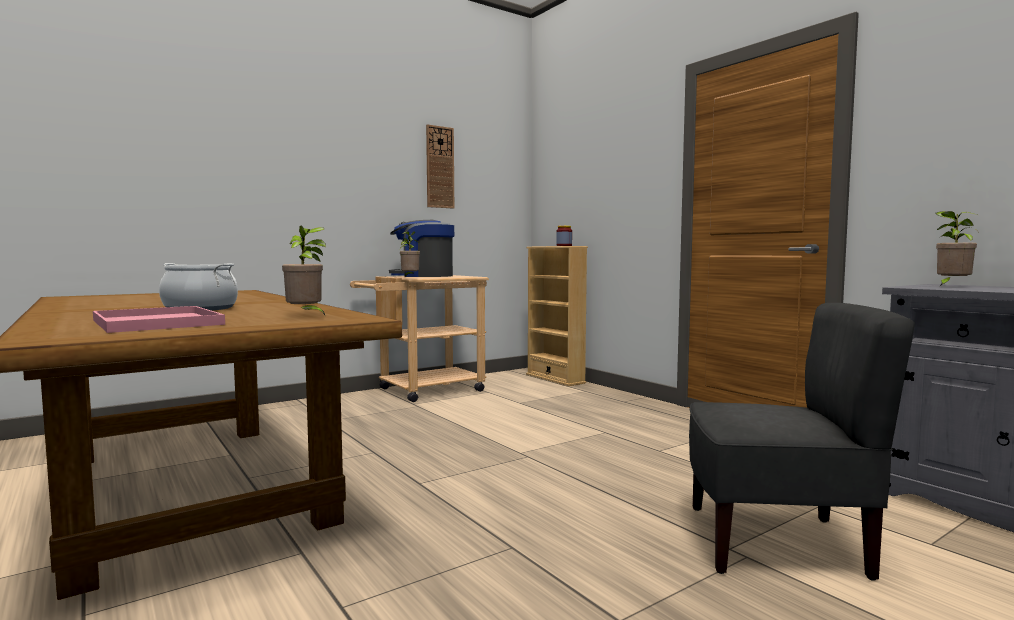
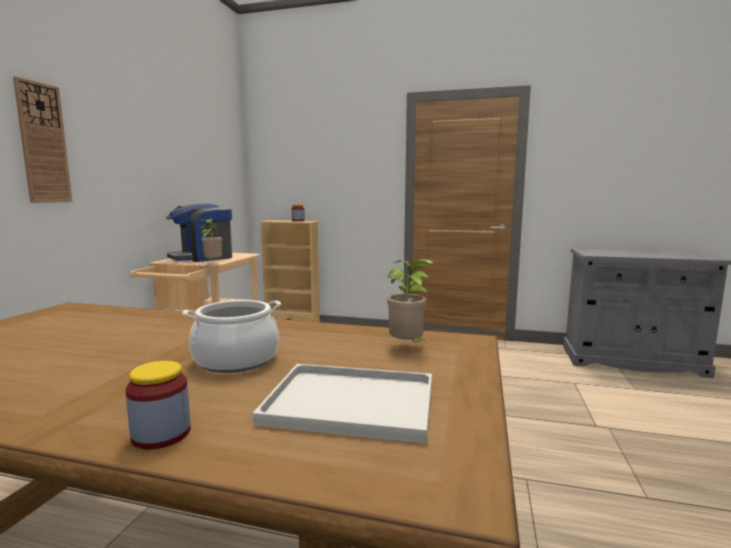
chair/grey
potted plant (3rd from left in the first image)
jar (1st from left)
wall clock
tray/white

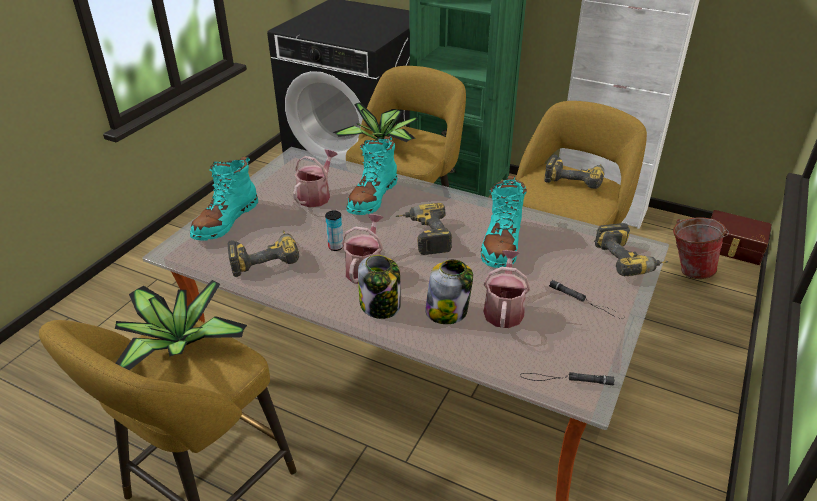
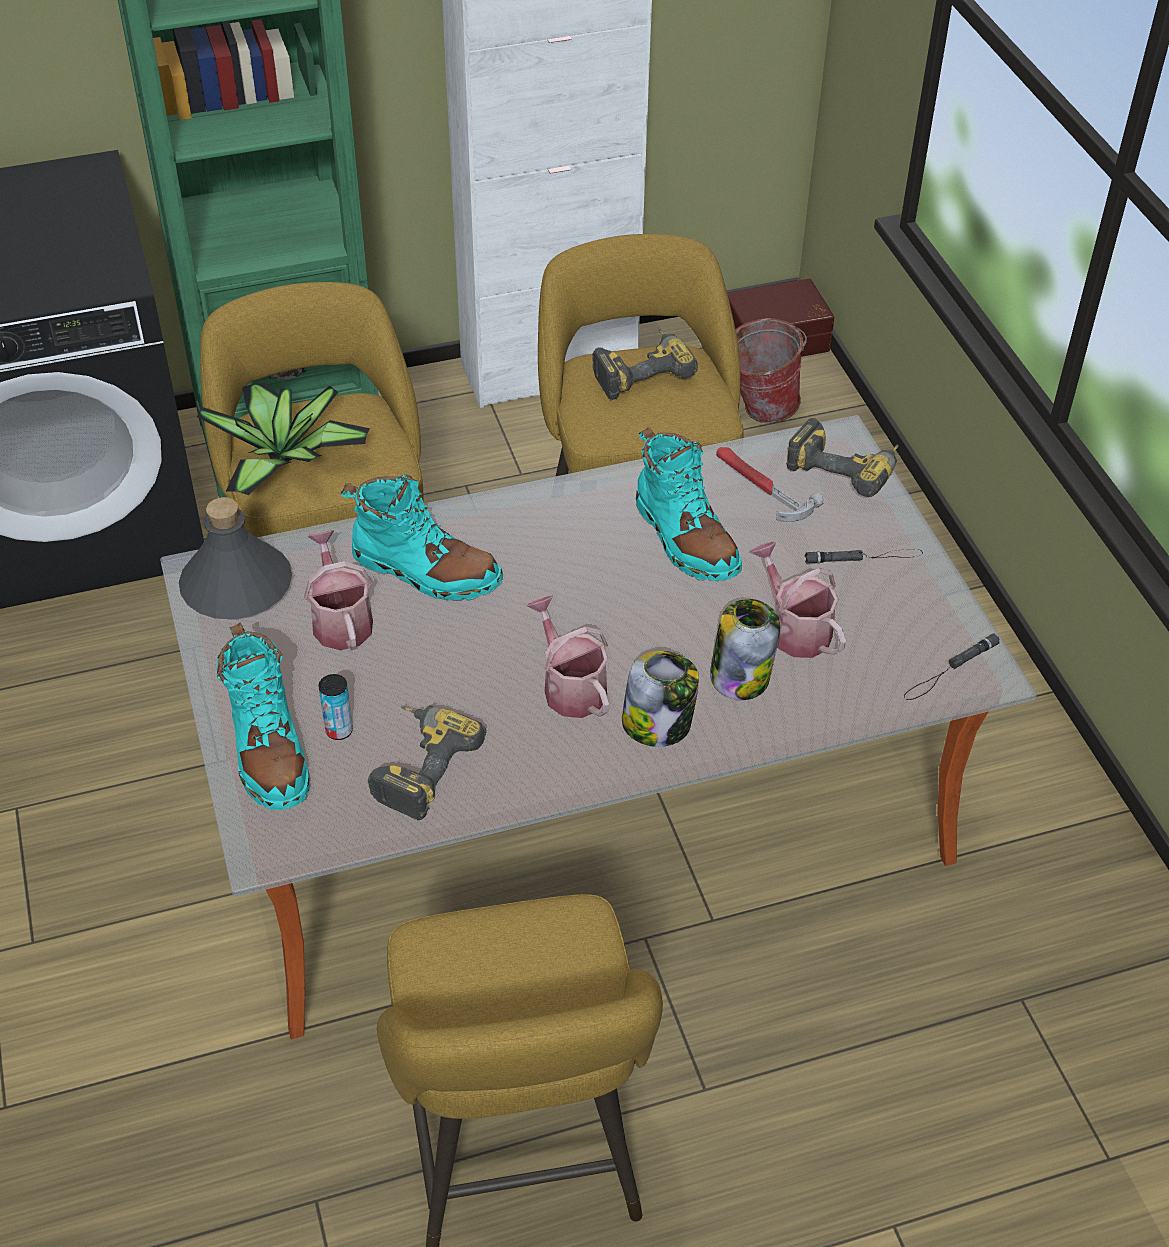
potted plant (1st from left in the first image)
power drill (2nd from left in the first image)
bottle/grey
hammer
can
boot/turquoise (2nd from left)

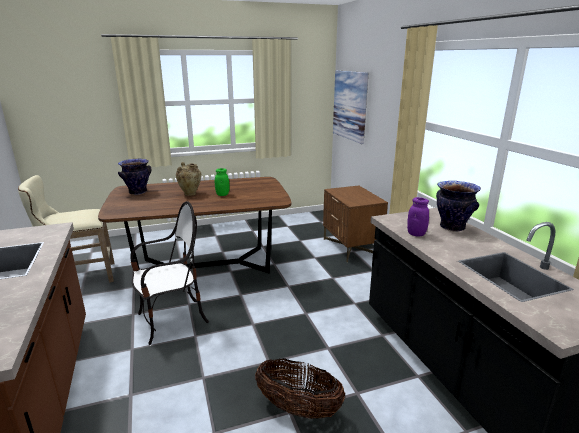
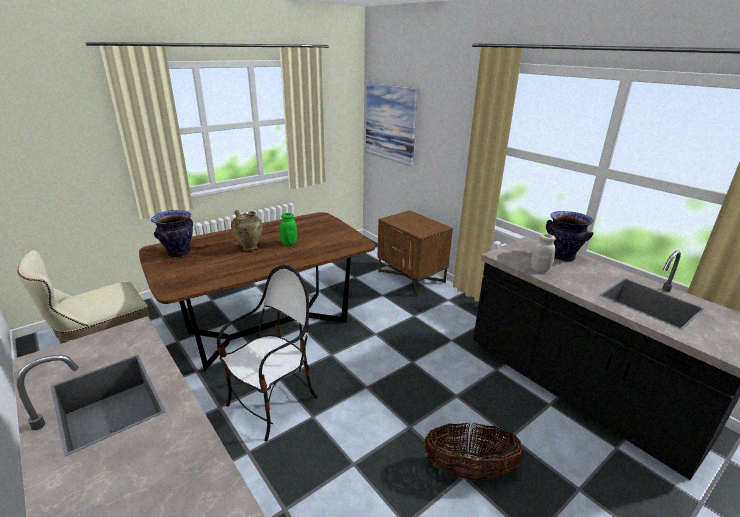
jar/white

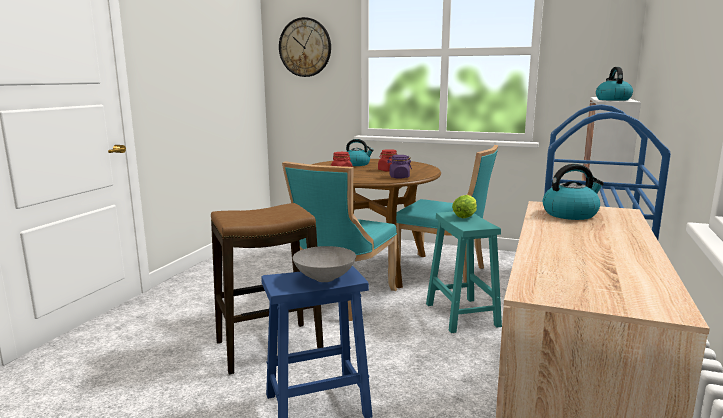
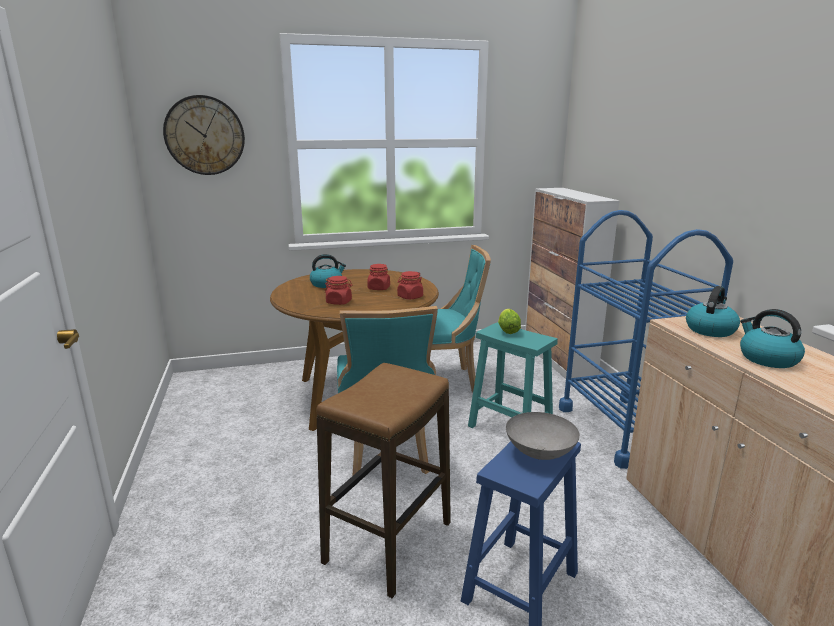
kettle (3rd from left)
jar/red (3rd from left)

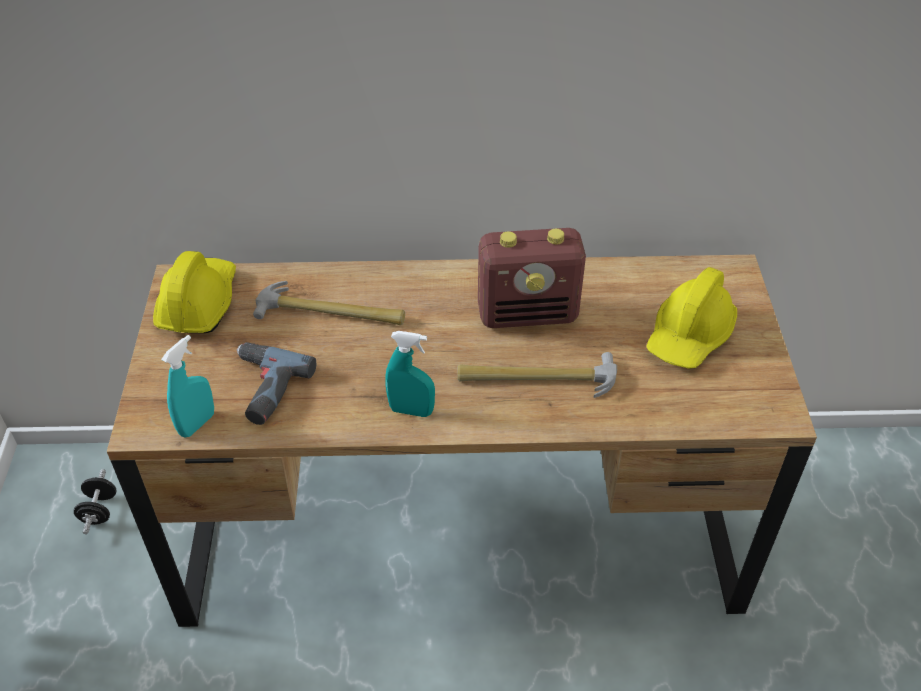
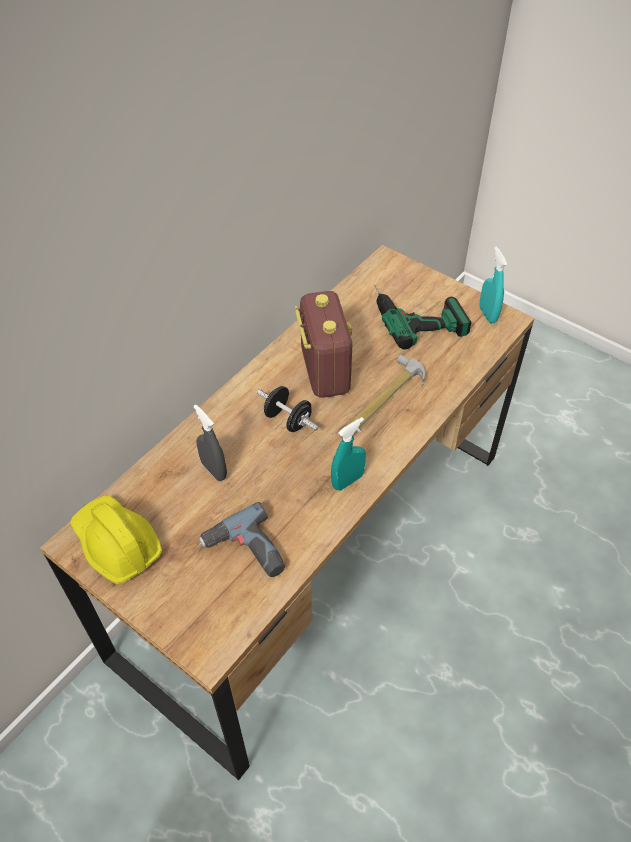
dumbbell/black
spray bottle/turquoise (2nd from left)
spray bottle/grey
power drill (2nd from left)
radio

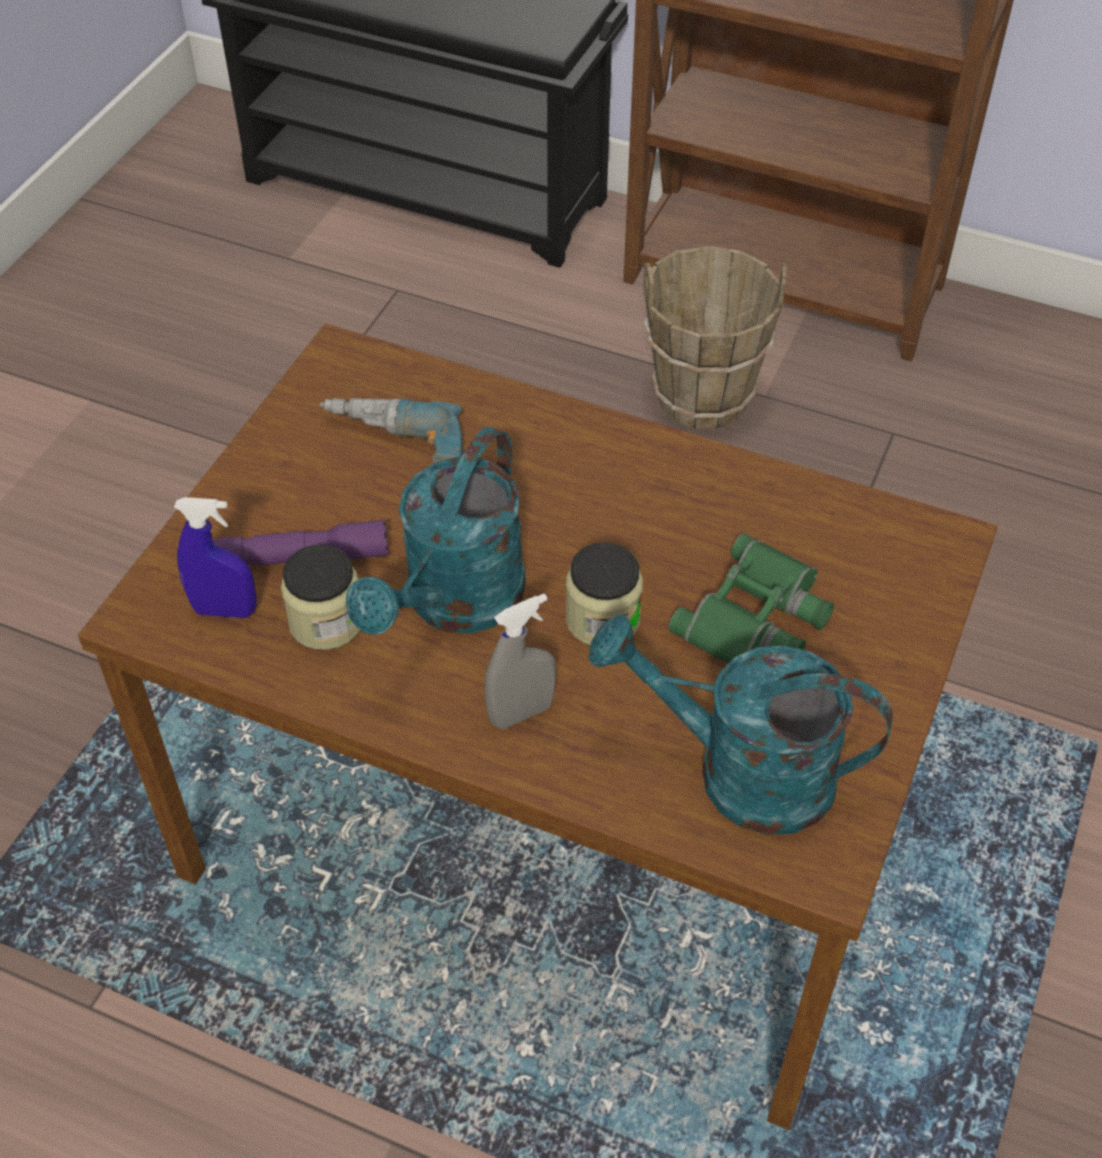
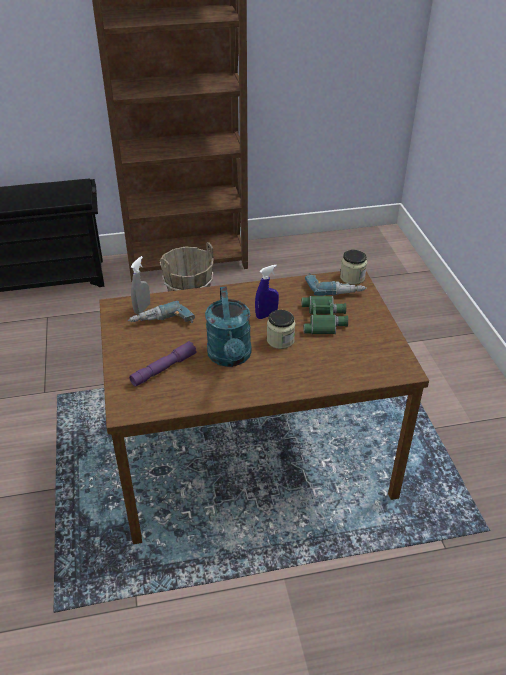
watering can/turquoise (2nd from left in the first image)
power drill (2nd from left)
spray bottle/blue
jar (2nd from left)
spray bottle/grey

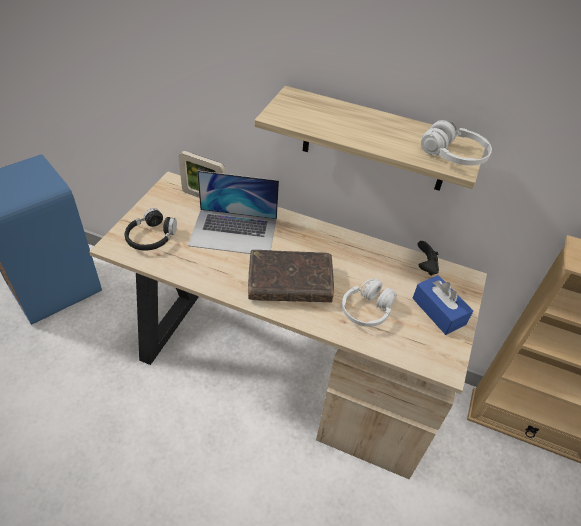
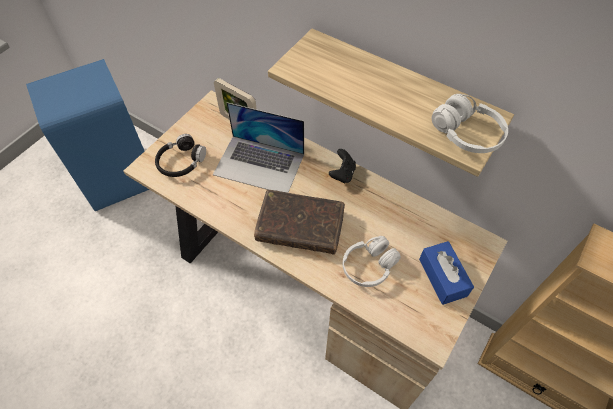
game controller/black

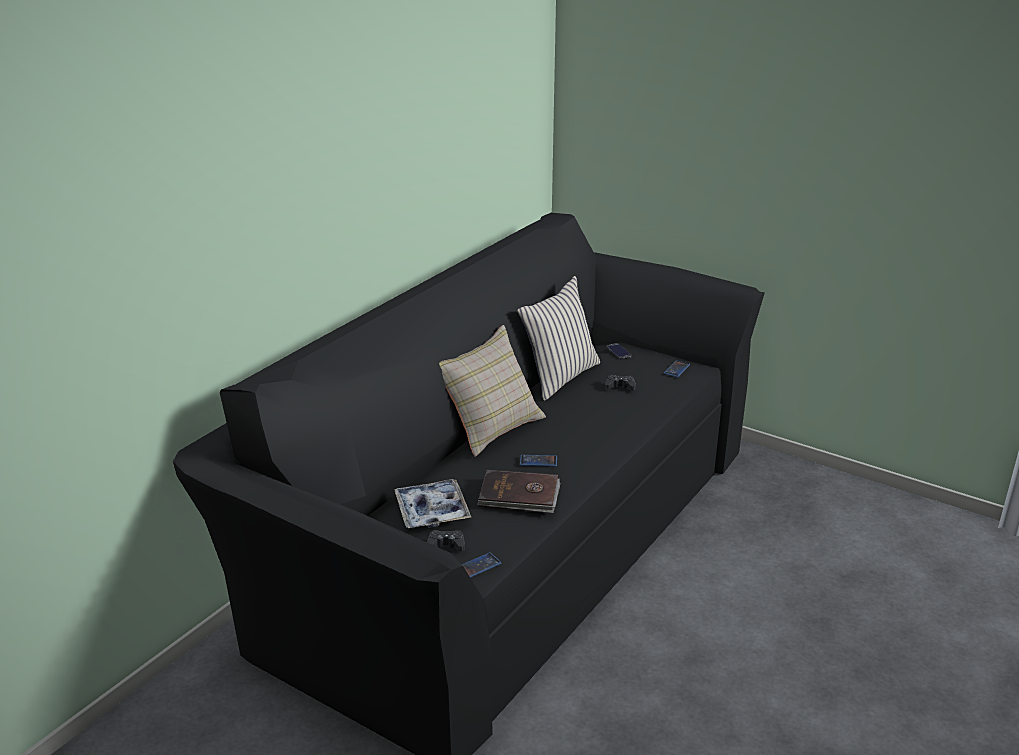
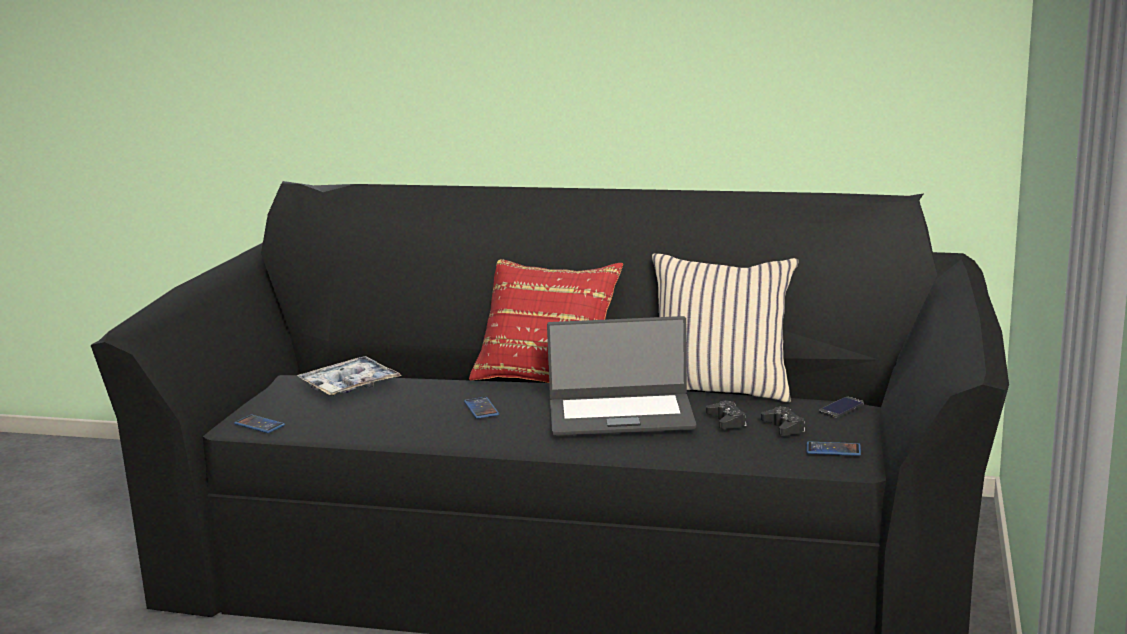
book/brown
laptop
game controller/black (2nd from left)
pillow/red

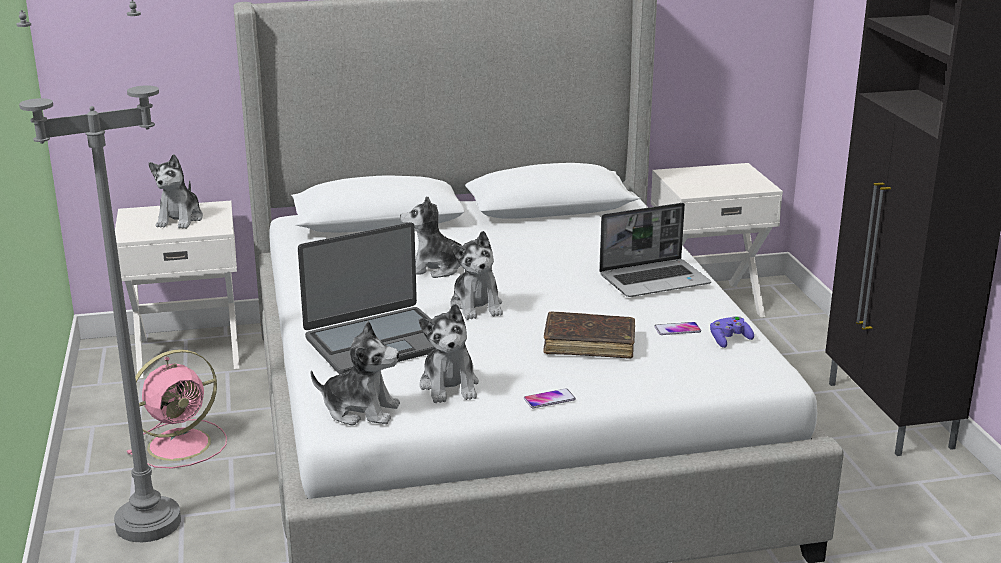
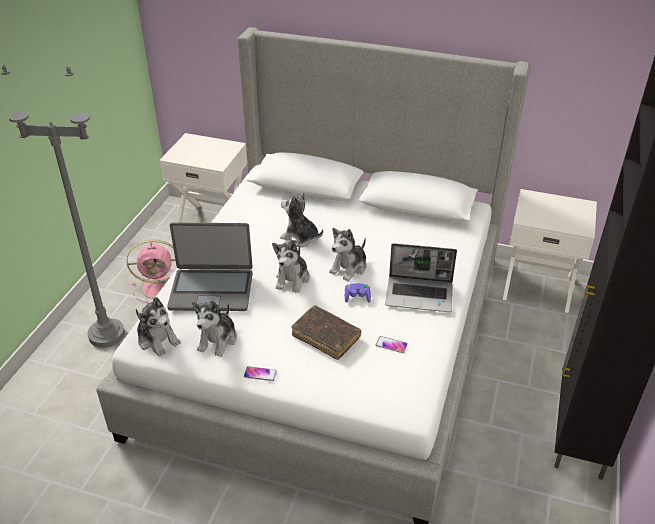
plush toy (5th from left)
game controller/purple

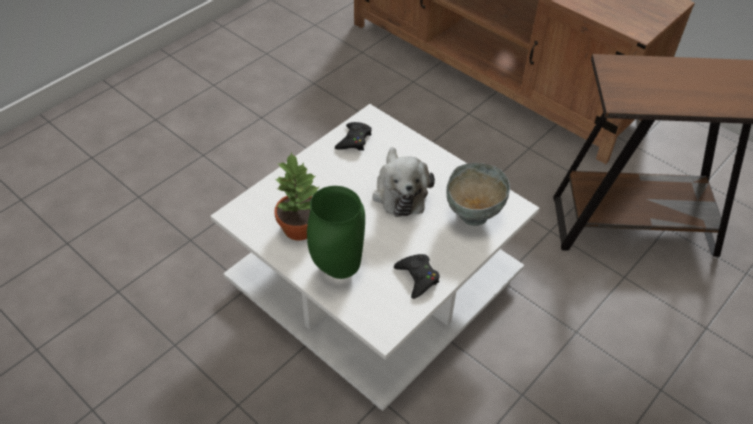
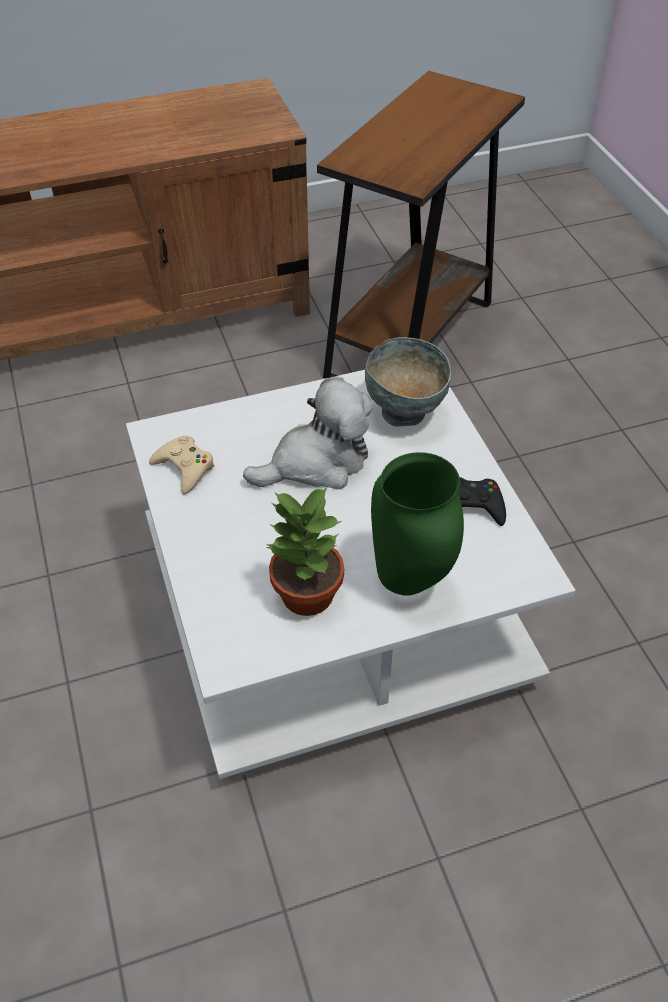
game controller/beige
plush toy

